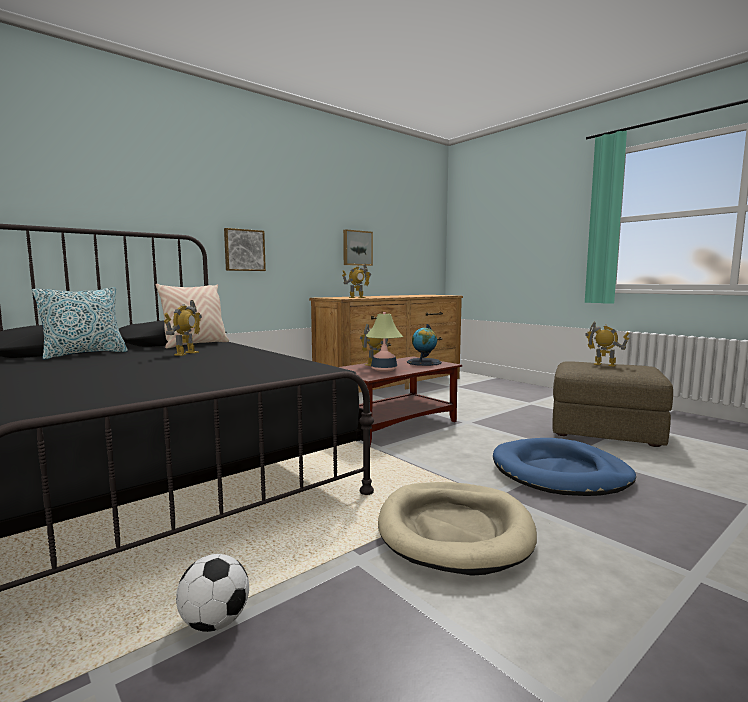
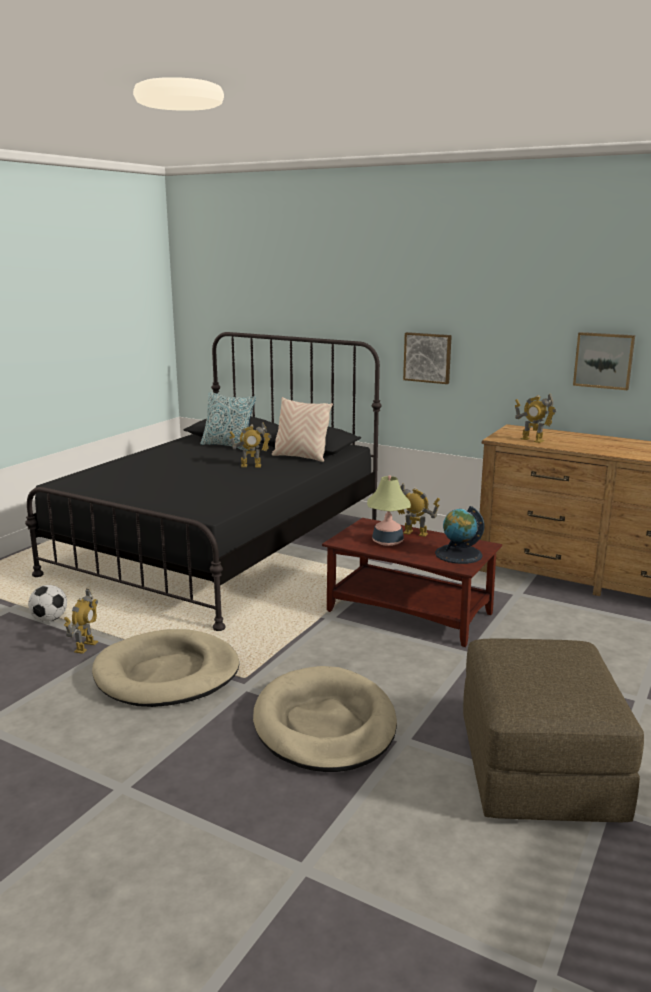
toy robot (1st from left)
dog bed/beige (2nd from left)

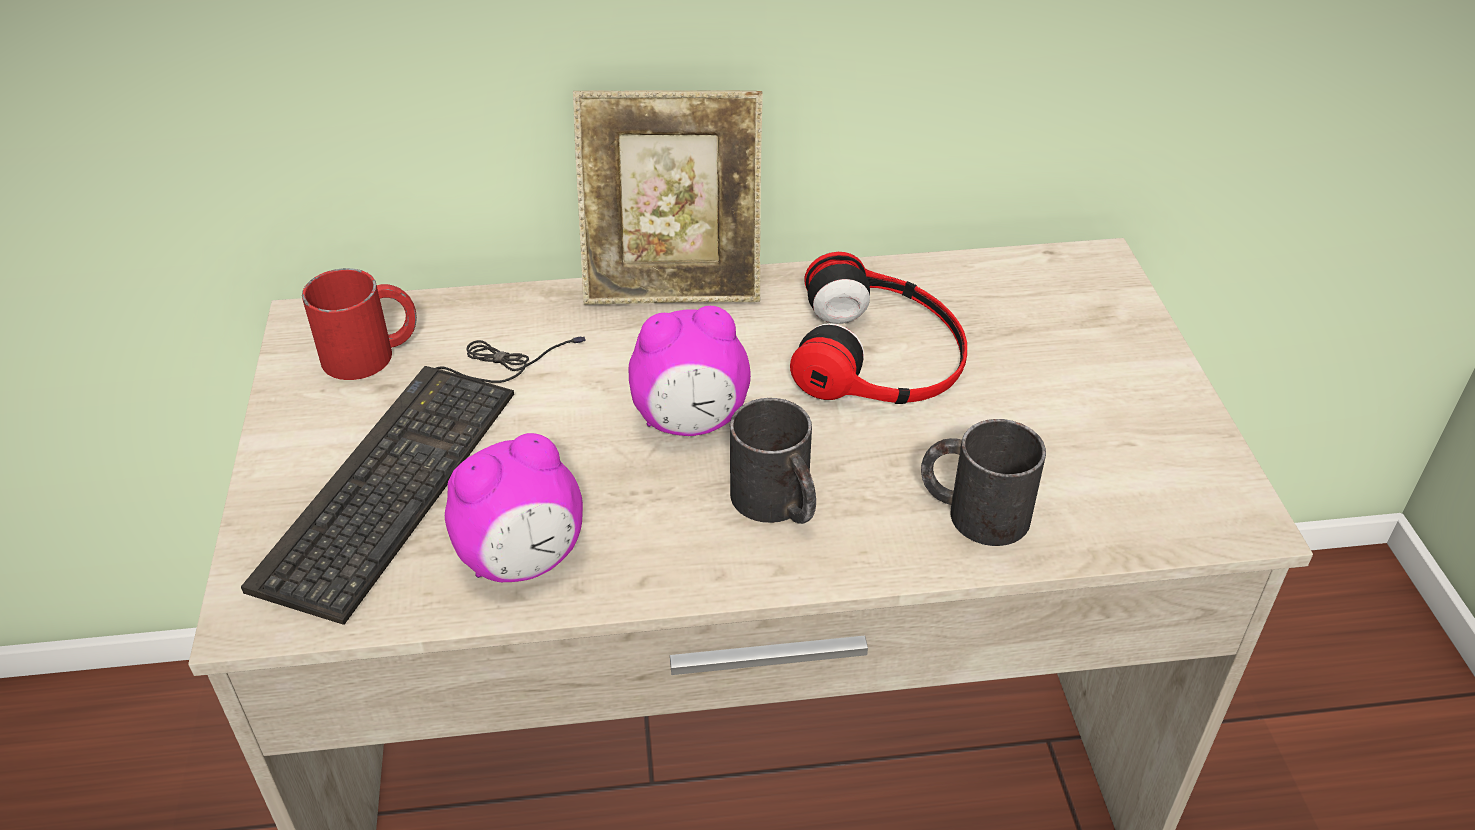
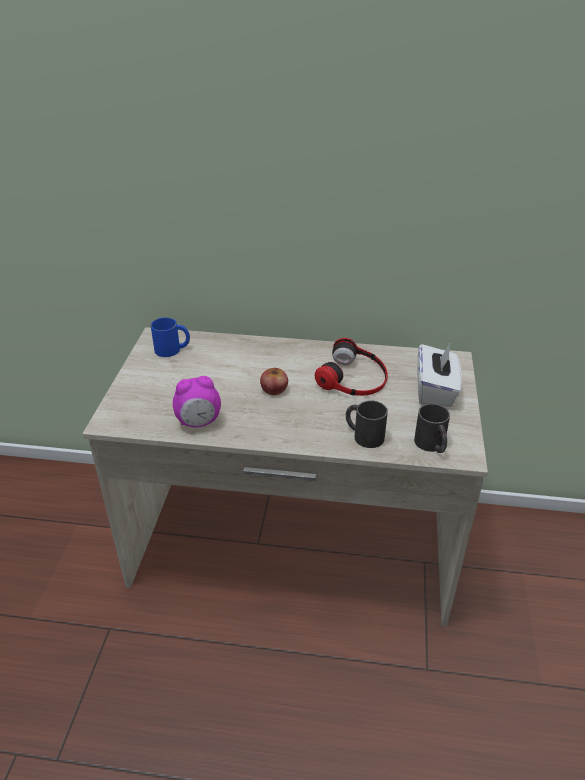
keyboard
picture frame
tissue box/white
mug/black (2nd from left)
apple
mug/blue

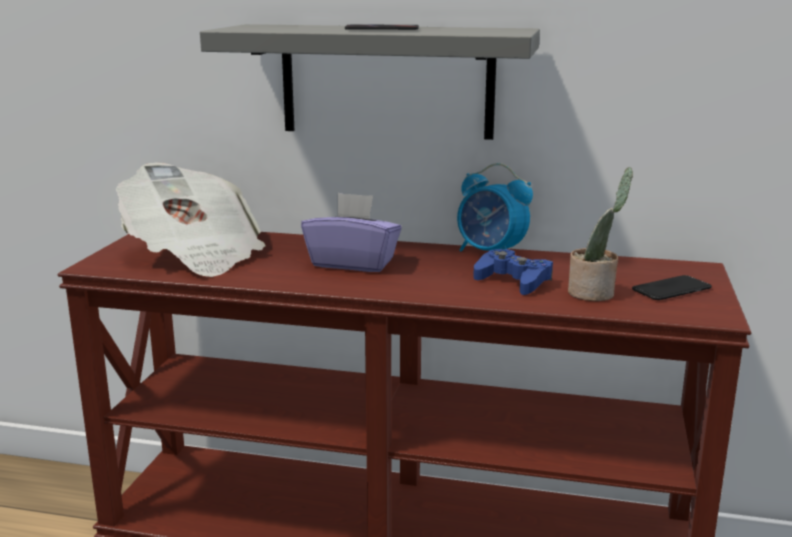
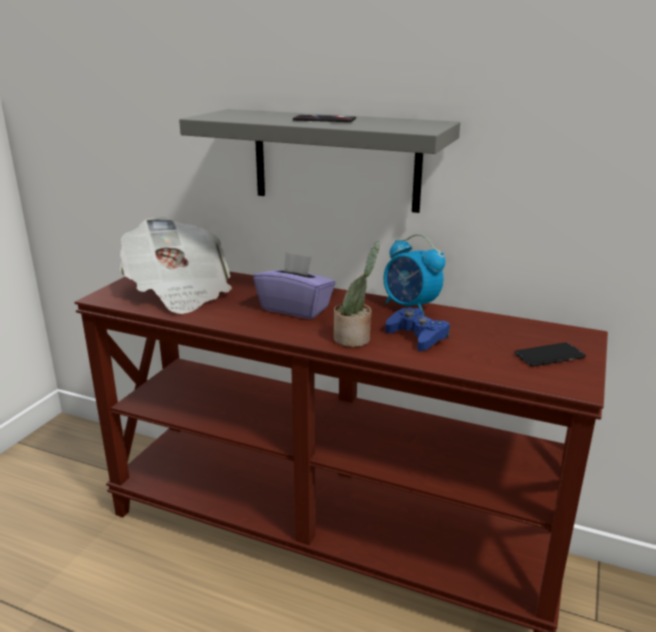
potted plant

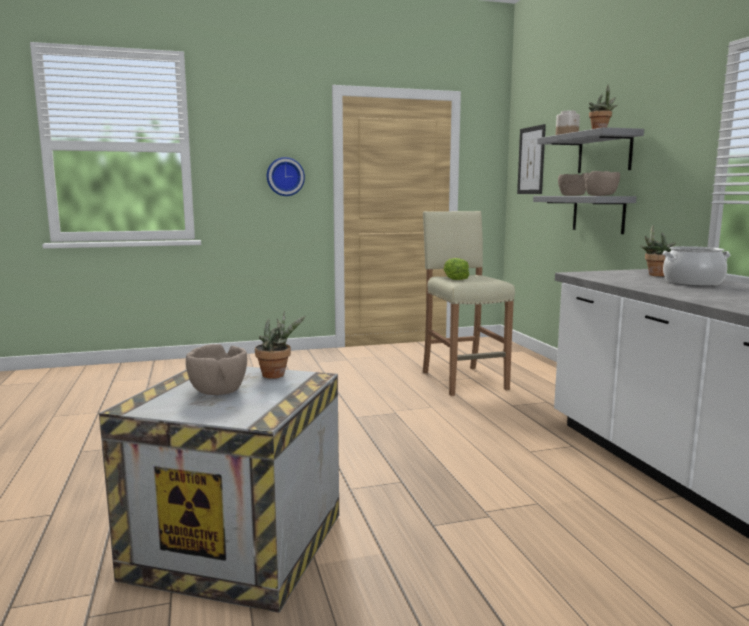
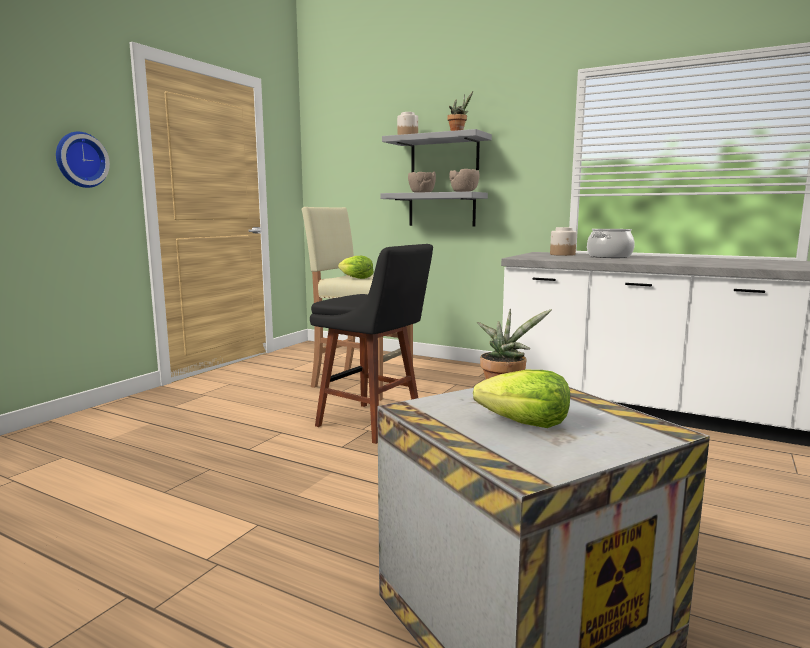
picture
stool/black
lettuce (2nd from left)
jar (2nd from left)

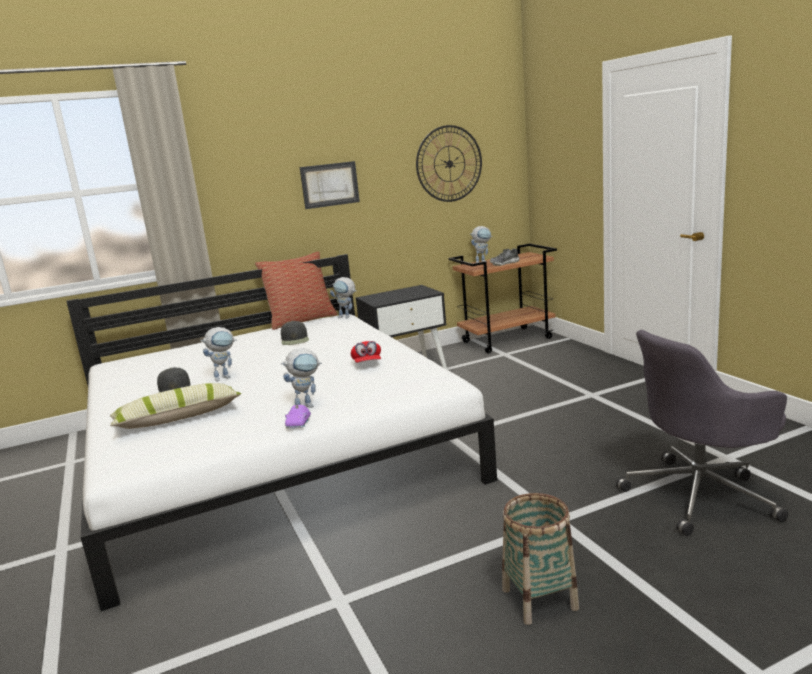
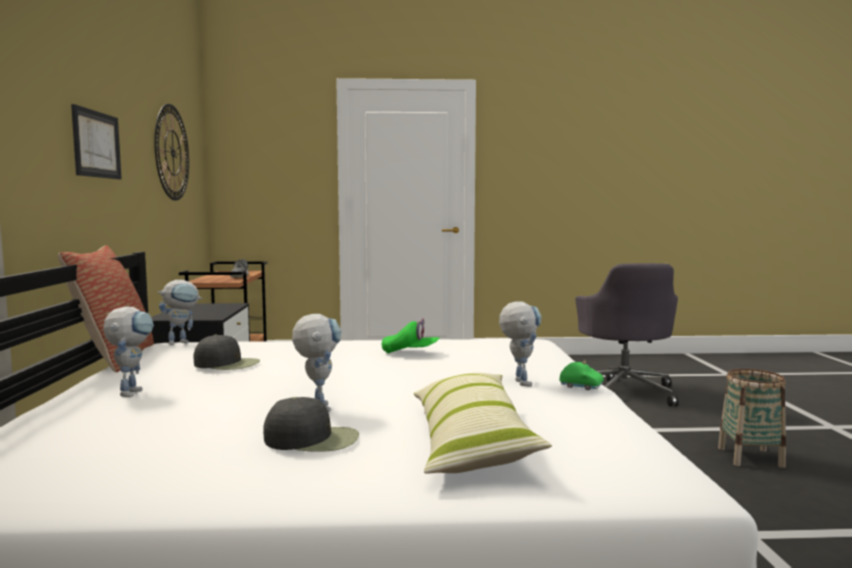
toy robot (1st from left)
toy car/green
cap/green

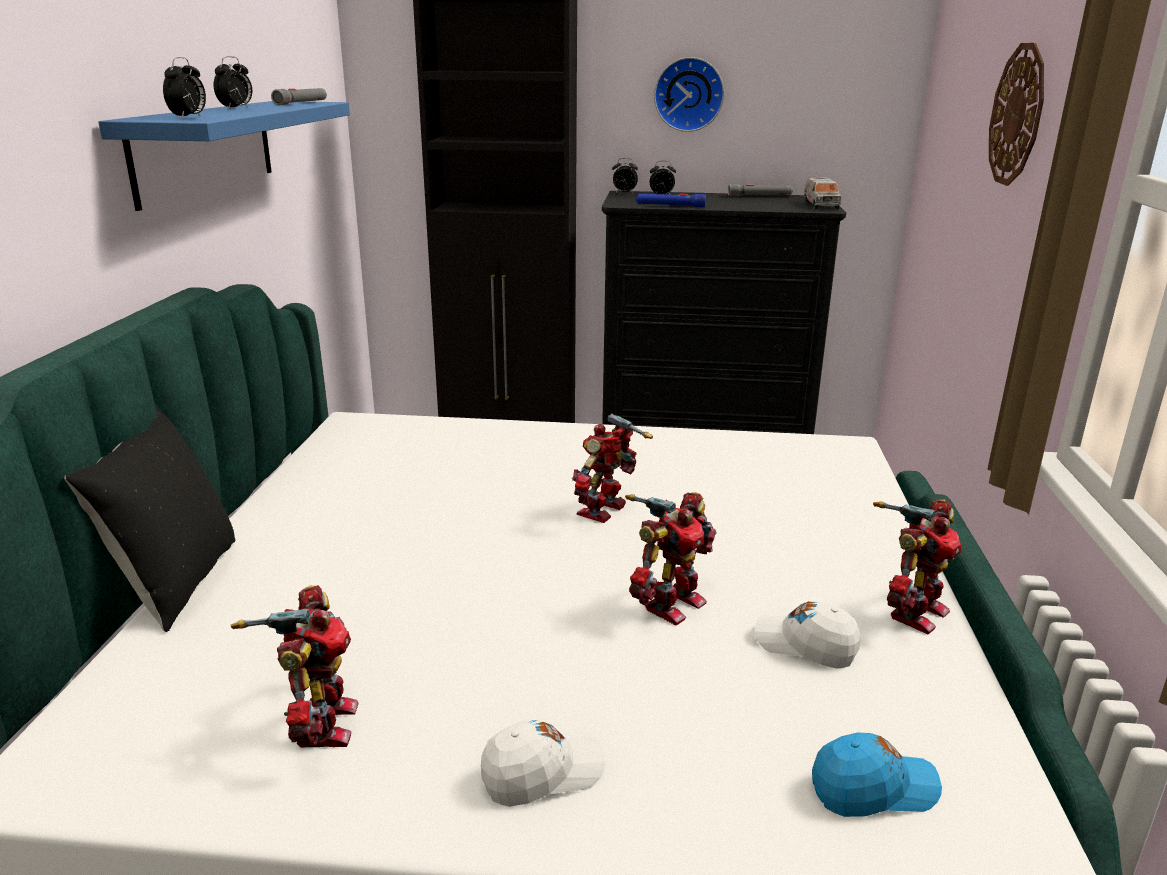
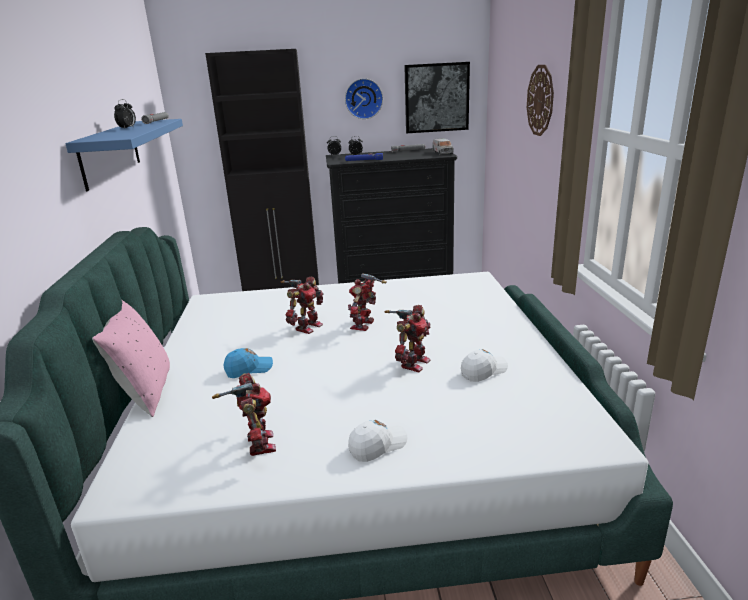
alarm clock (1st from left in the first image)
picture
cap/blue
toy robot (2nd from left)
pillow/pink
cap/white (2nd from left)

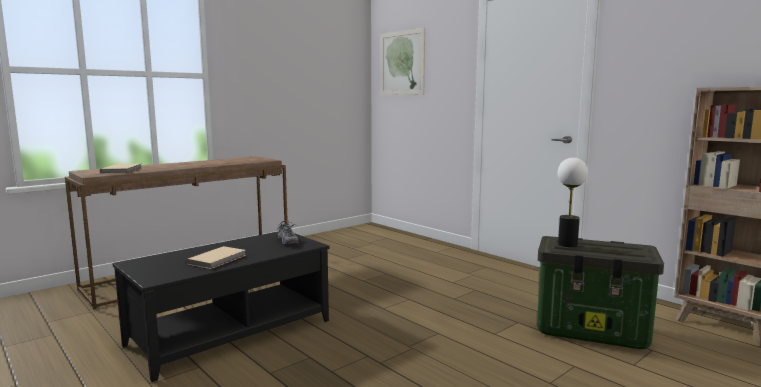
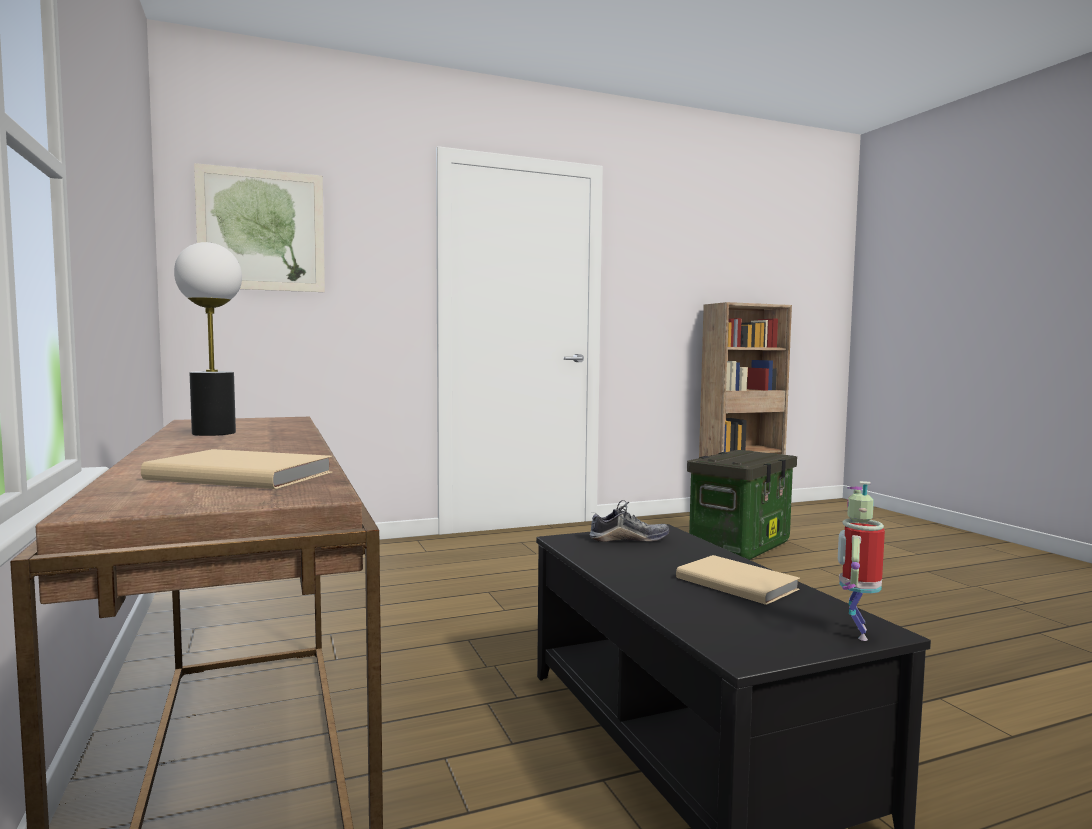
toy robot
table lamp

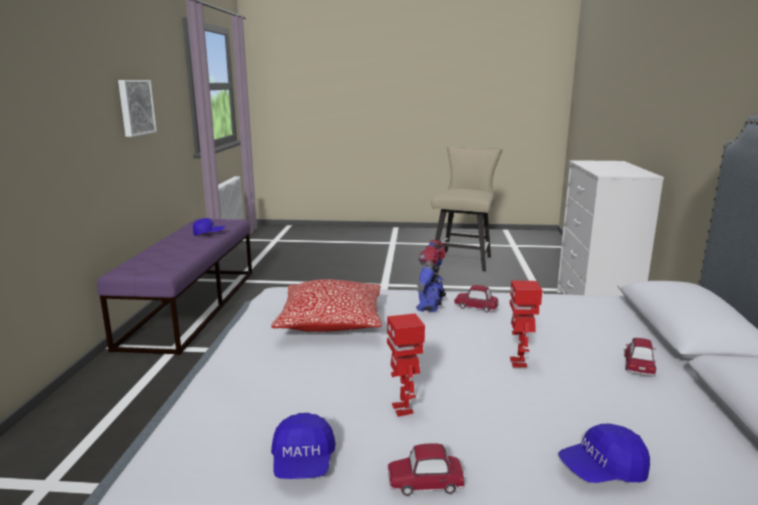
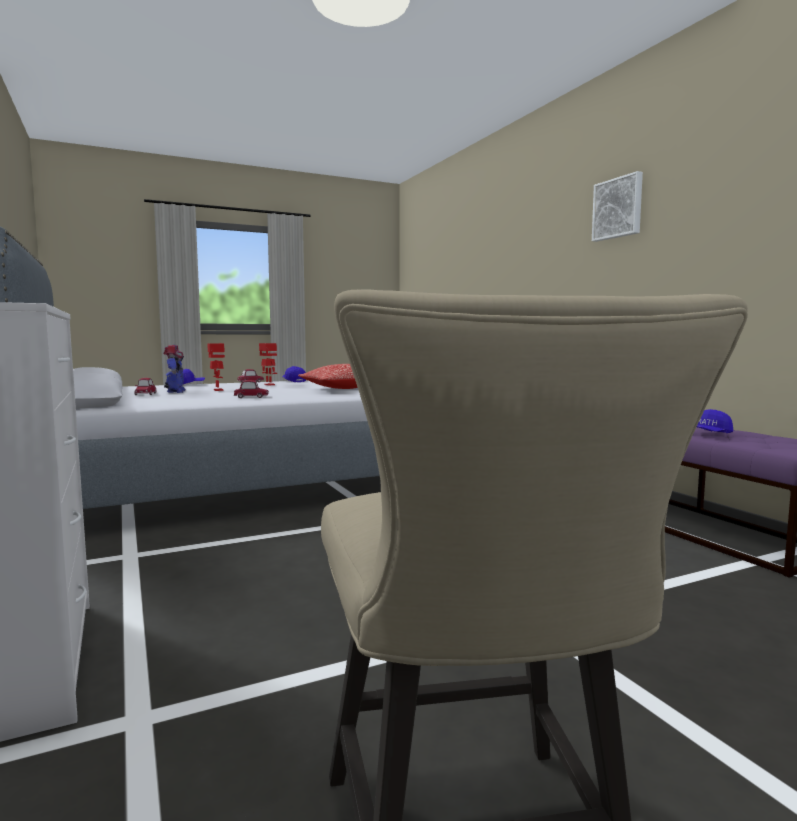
picture
toy robot (1st from left)

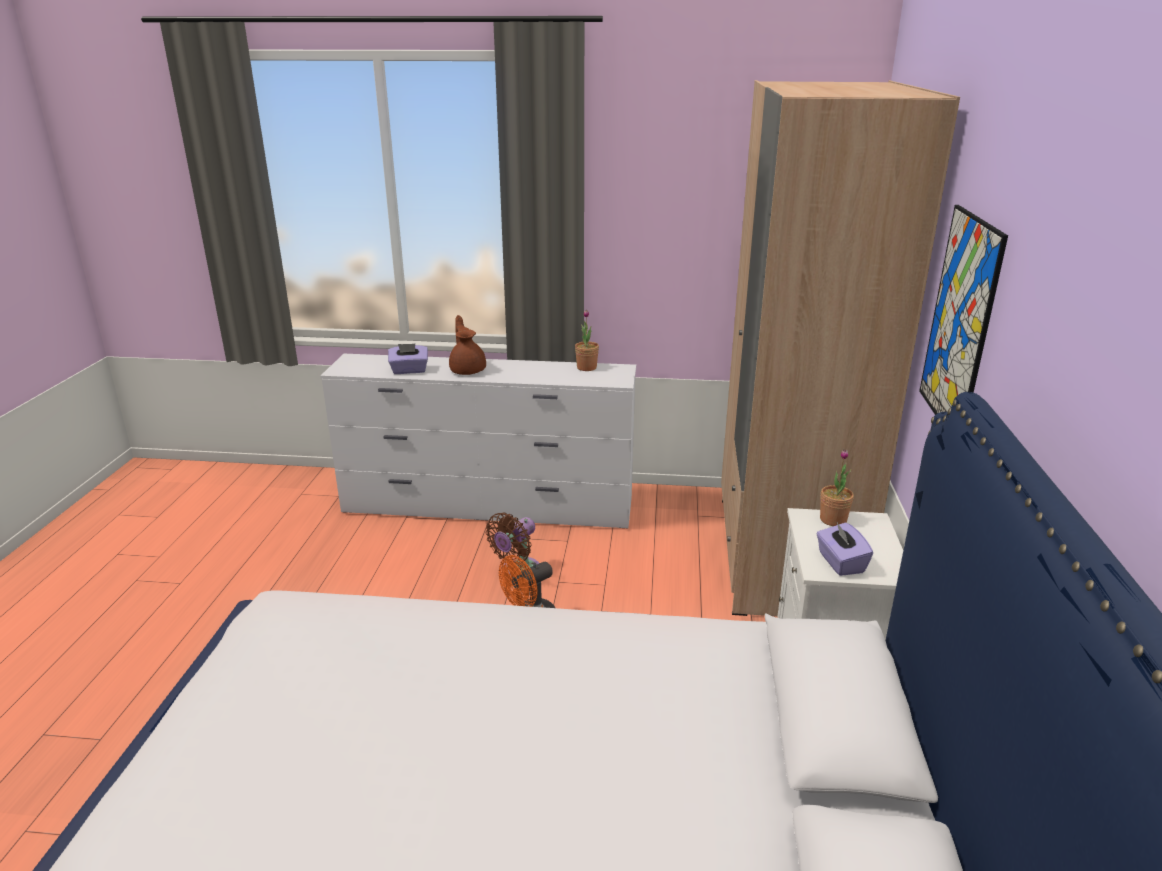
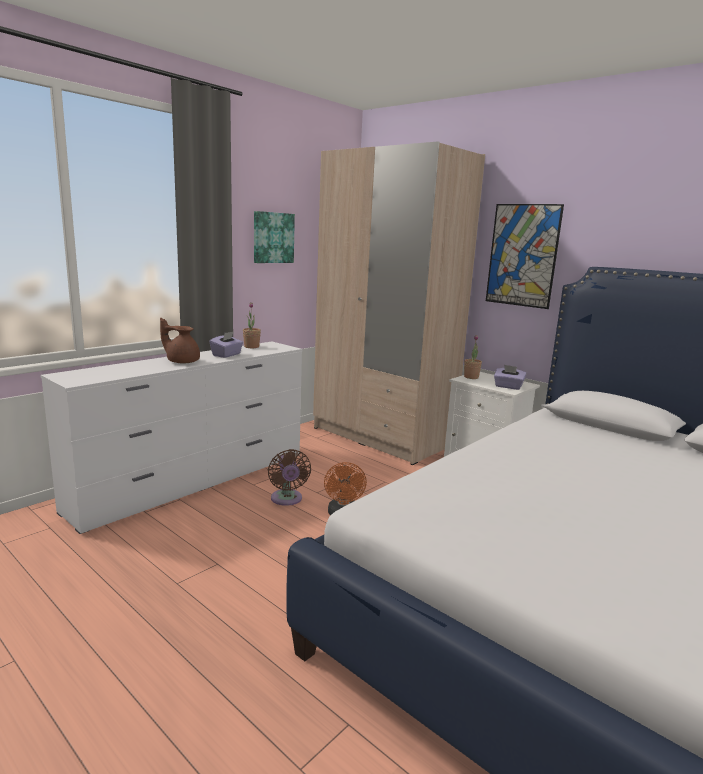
picture (1st from left)
tissue box/purple (1st from left)

